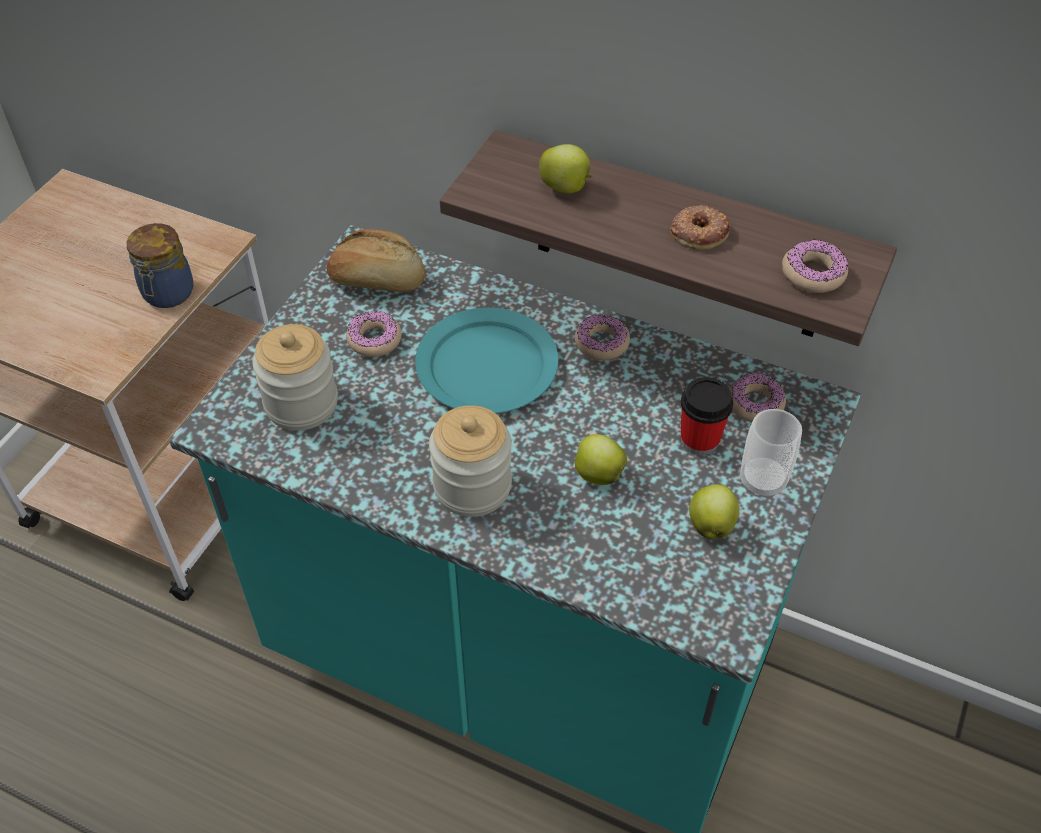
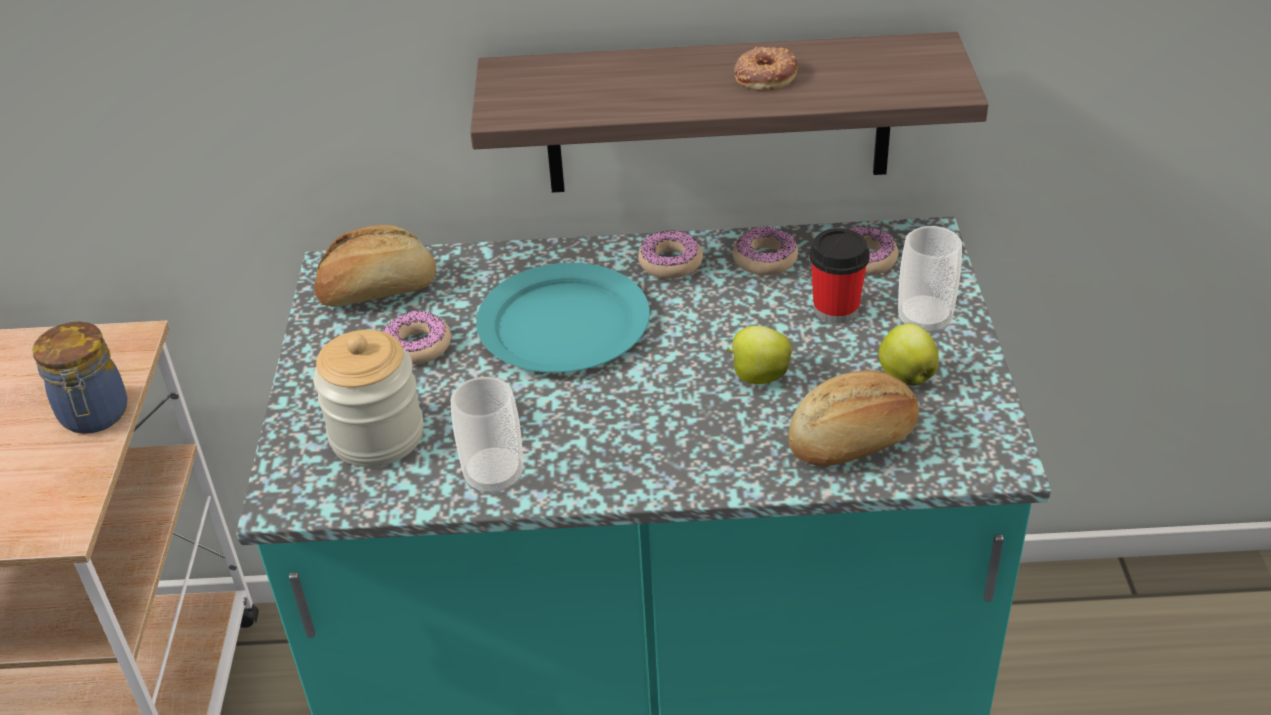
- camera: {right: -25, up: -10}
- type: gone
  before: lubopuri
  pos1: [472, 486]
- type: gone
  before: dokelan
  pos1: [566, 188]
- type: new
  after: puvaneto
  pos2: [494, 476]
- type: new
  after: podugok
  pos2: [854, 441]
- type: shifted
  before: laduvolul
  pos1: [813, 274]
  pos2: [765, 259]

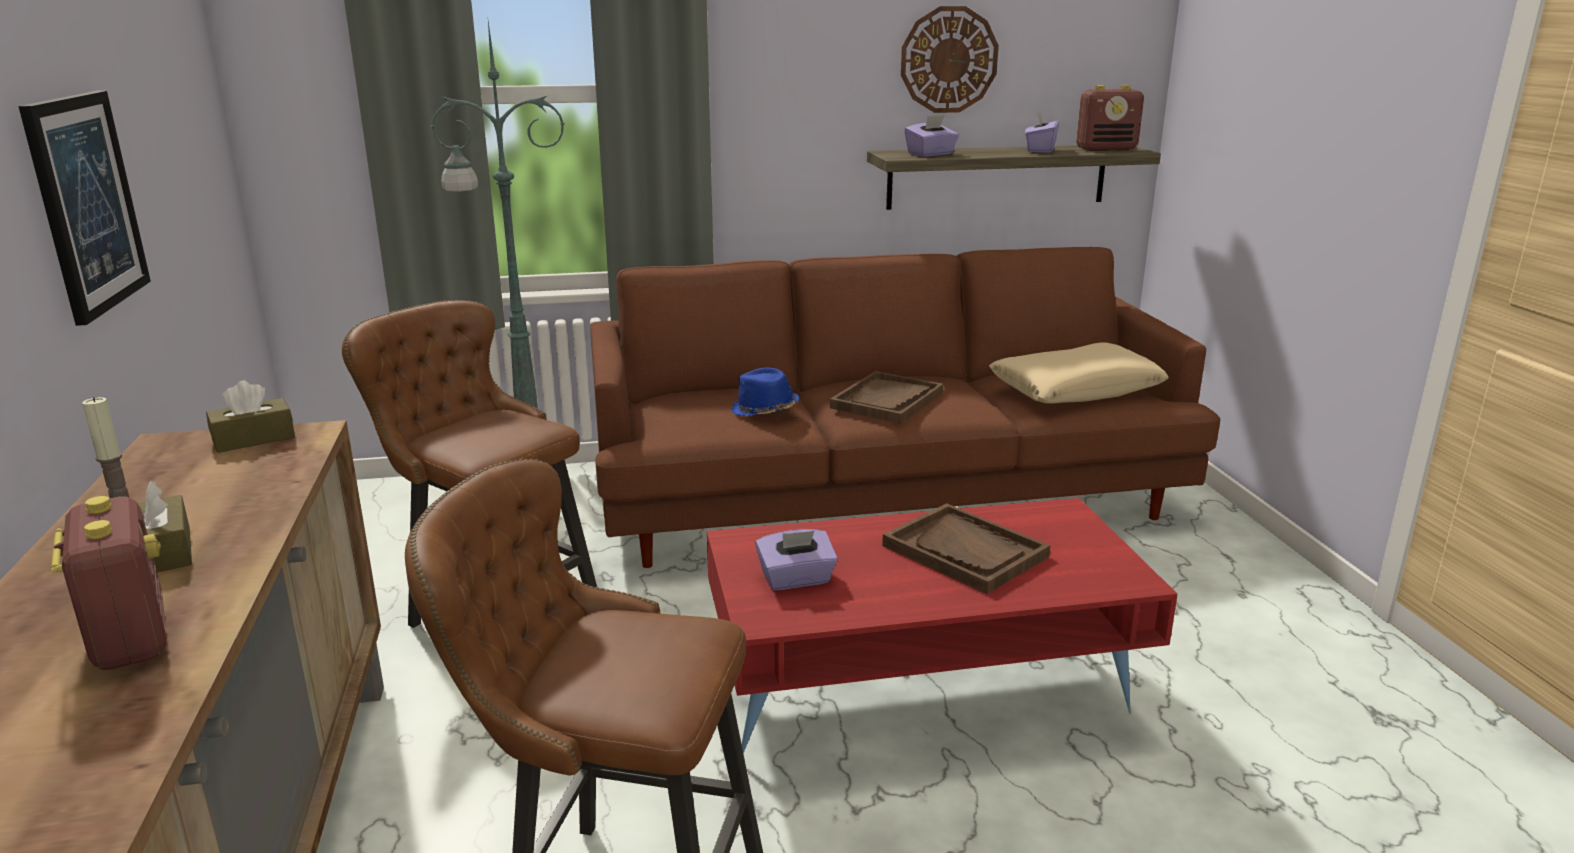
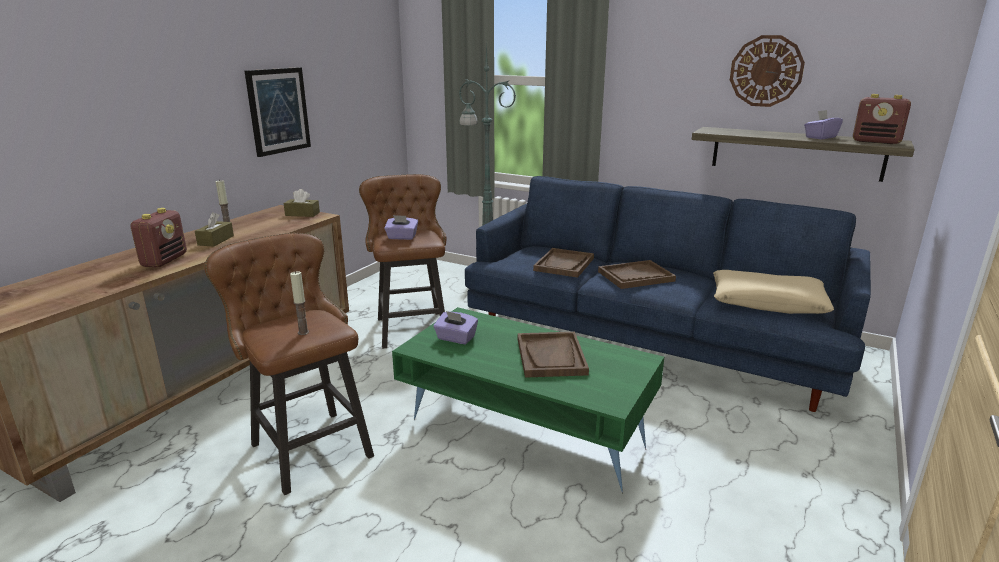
- camera: {right: 40, up: 0}
- type: new
  after: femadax
  pos2: [303, 332]
- type: shifted
  before: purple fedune
  pos1: [931, 154]
  pos2: [402, 237]
- type: swapped
  before: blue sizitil
  after: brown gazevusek
  pos1: [764, 411]
  pos2: [564, 264]
- type: repainted
  before: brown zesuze
  after: blue zesuze
  pos1: [886, 501]
  pos2: [649, 342]
- type: repainted
  before: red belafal
  after: green belafal
  pos1: [921, 698]
  pos2: [526, 433]

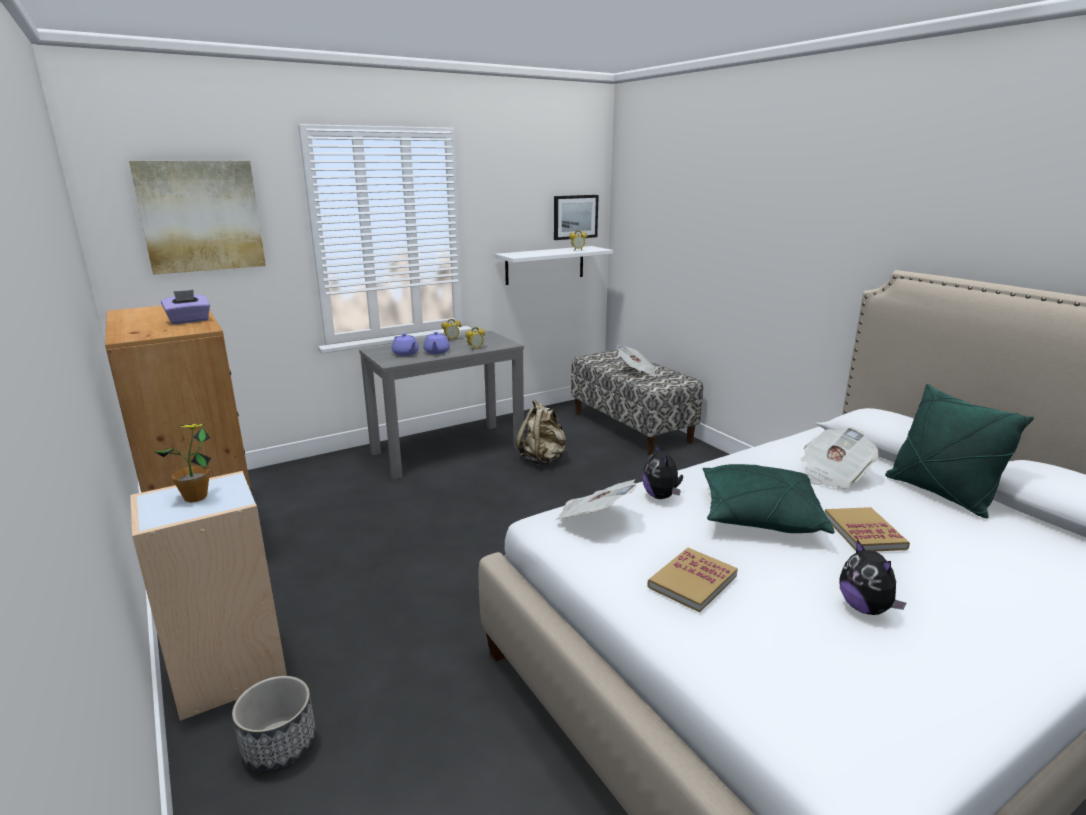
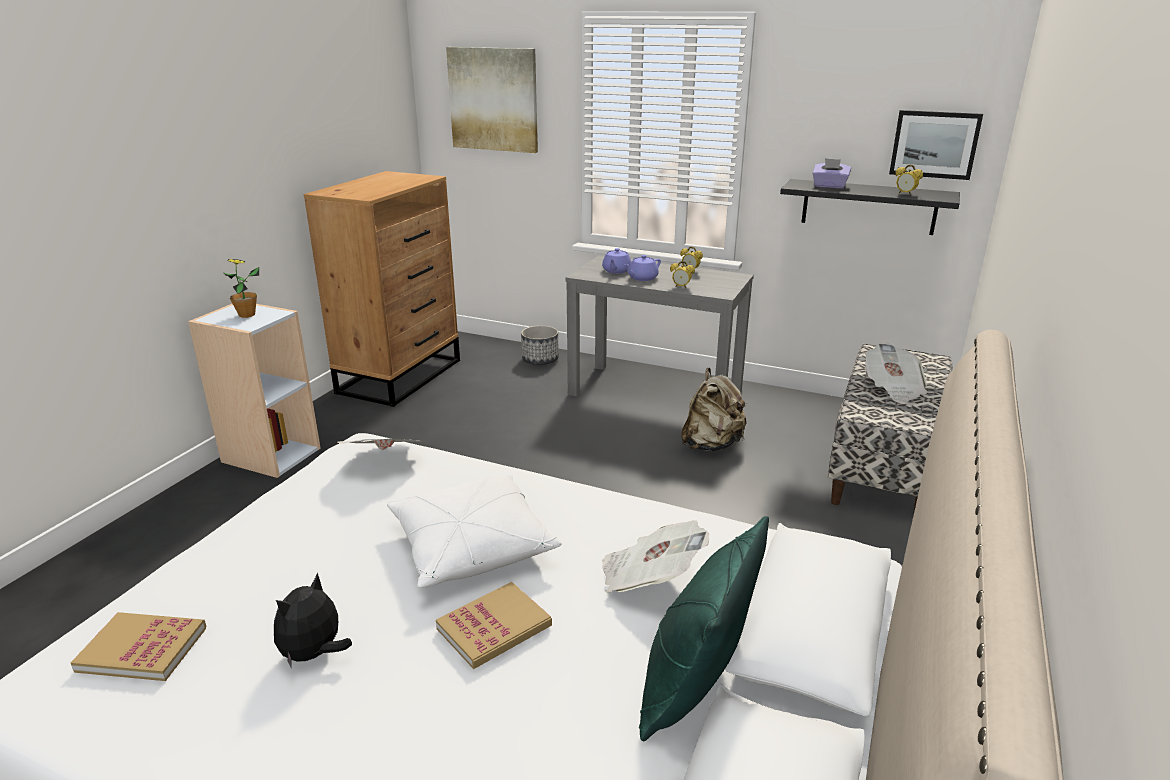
- camera: {right: 55, up: 5}
- type: gone
  before: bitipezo
  pos1: [661, 496]
- type: shifted
  before: purple fedune
  pos1: [189, 321]
  pos2: [829, 186]
- type: shifted
  before: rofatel
  pos1: [279, 746]
  pos2: [540, 359]
- type: shifted
  before: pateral
  pos1: [692, 581]
  pos2: [142, 649]
- type: repainted
  before: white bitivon
  after: black bitivon
  pos1: [545, 265]
  pos2: [868, 207]
- type: repainted
  before: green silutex
  after: white silutex
  pos1: [759, 516]
  pos2: [471, 547]

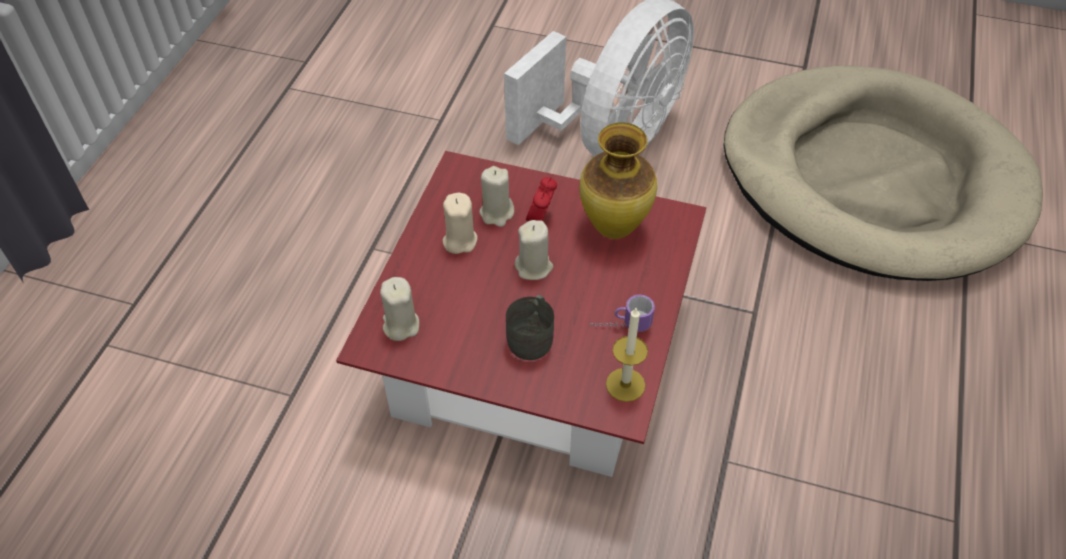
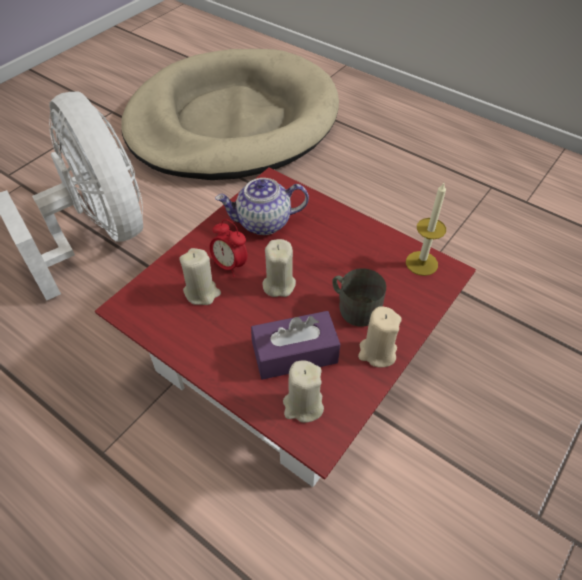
- camera: {right: -70, up: 0}
- type: gone
  before: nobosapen
  pos1: [620, 326]
- type: new
  after: purple fedune
  pos2: [295, 354]
- type: shifted
  before: beige femadax
  pos1: [459, 240]
  pos2: [377, 352]
- type: swapped
  before: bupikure
  after: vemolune
  pos1: [613, 229]
  pos2: [263, 223]

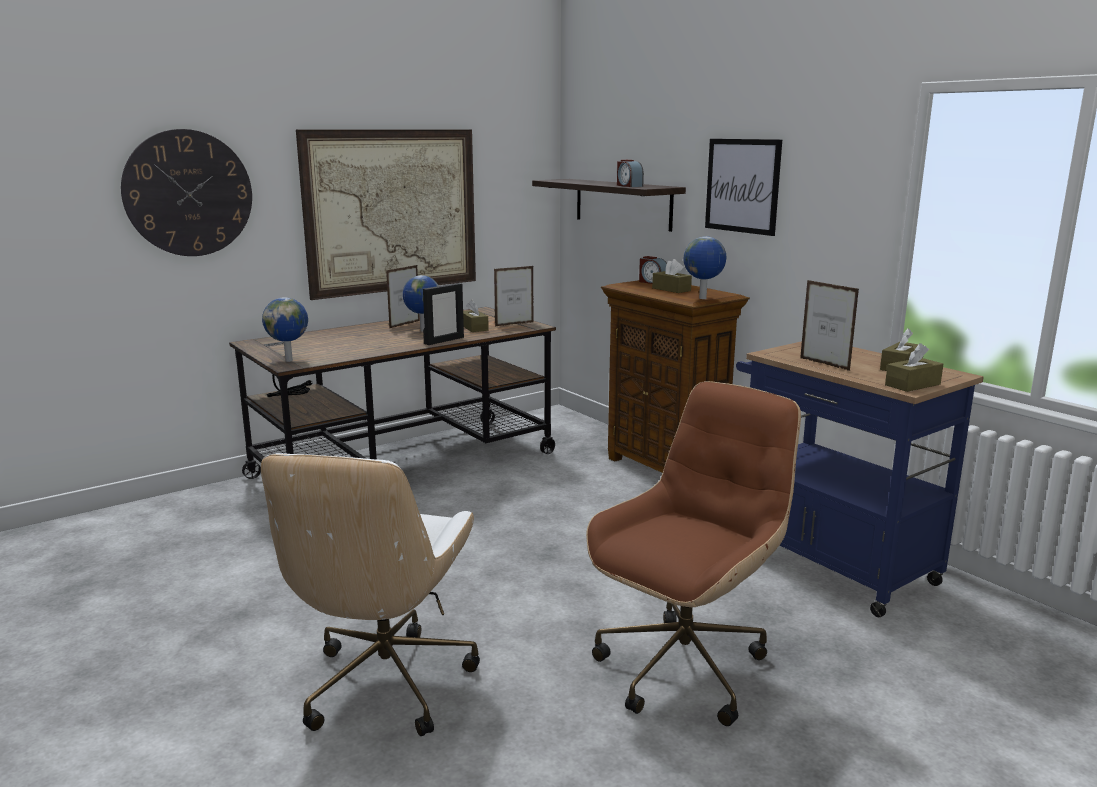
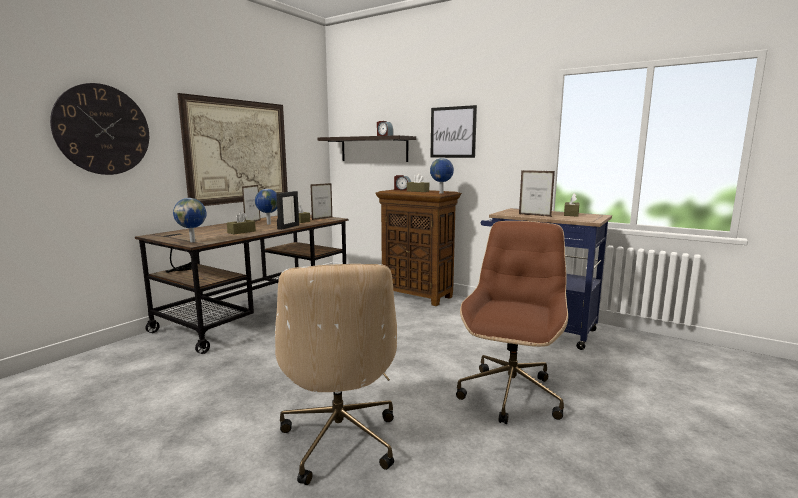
- camera: {right: -20, up: -5}
- type: shifted
  before: brown fedune
  pos1: [912, 385]
  pos2: [241, 232]

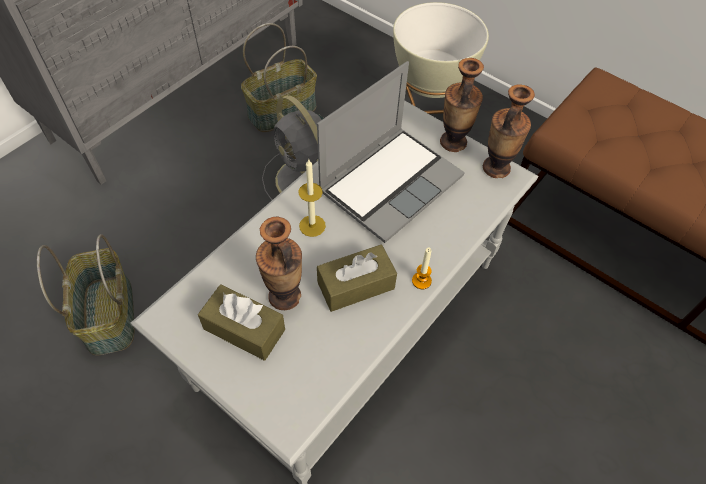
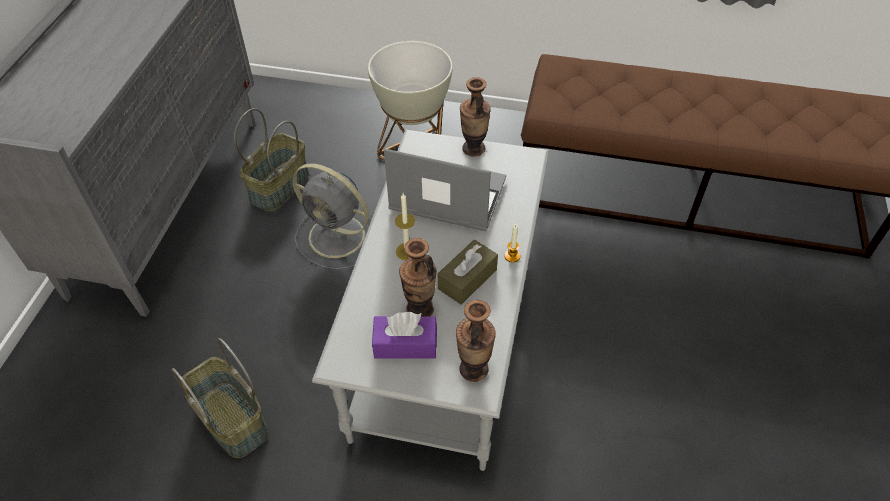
- camera: {right: -25, up: -5}
- type: shifted
  before: bupikure
  pos1: [496, 168]
  pos2: [473, 369]
- type: repainted
  before: brown fedune
  after: purple fedune
  pos1: [244, 329]
  pos2: [405, 344]
- type: rotated
  before: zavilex
  pos1: [390, 182]
  pos2: [446, 196]
  turn: -90

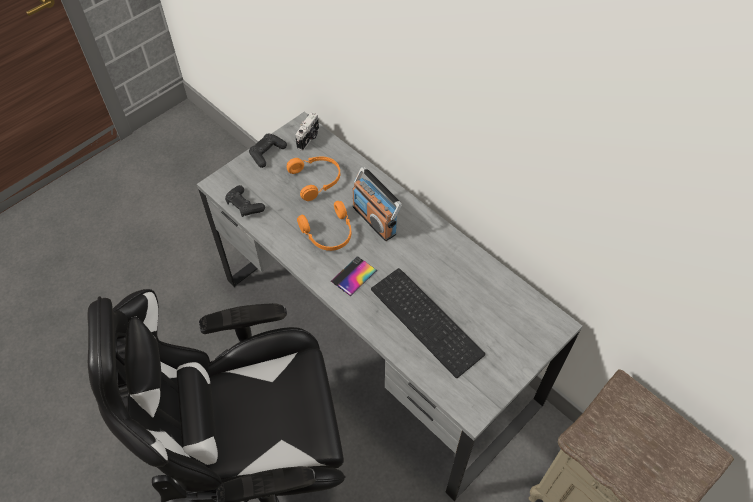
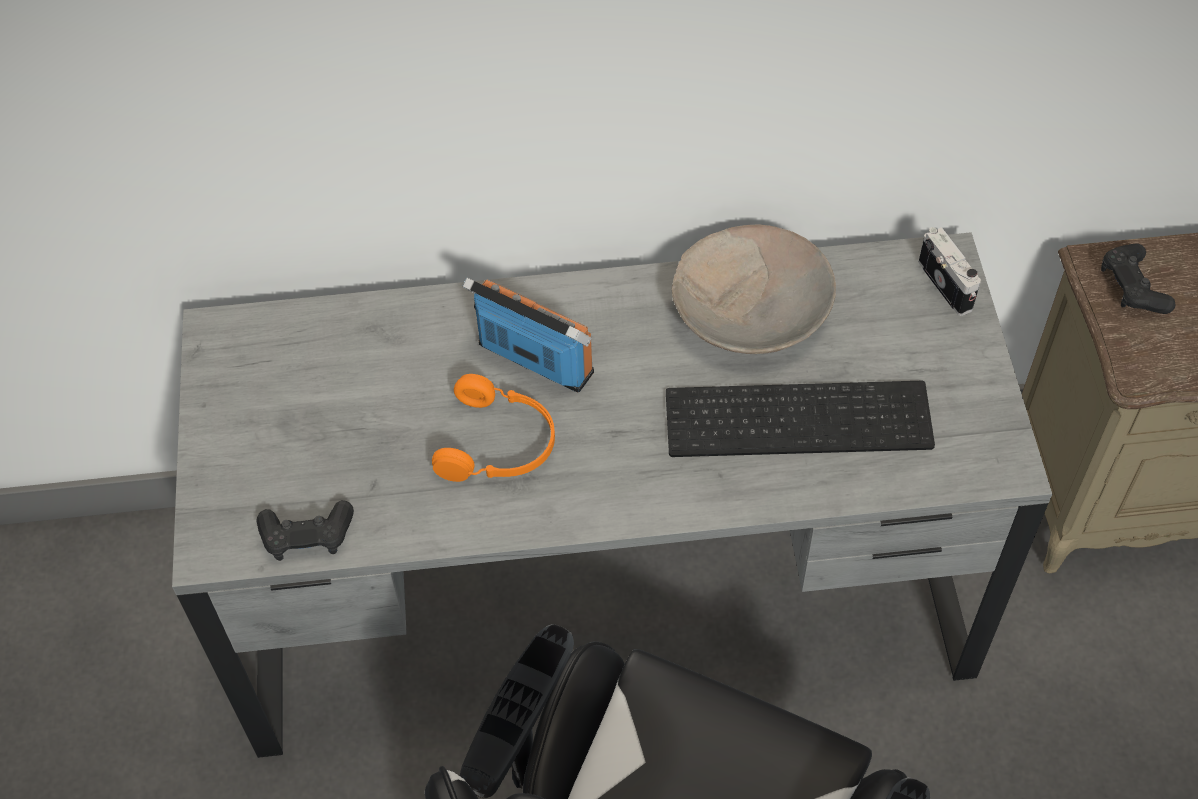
- camera: {right: -50, up: 0}
- type: gone
  before: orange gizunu
  pos1: [317, 180]
- type: gone
  before: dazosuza
  pos1: [354, 276]
- type: new
  after: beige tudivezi
  pos2: [752, 312]
- type: shifted
  before: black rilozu
  pos1: [267, 153]
  pos2: [1132, 287]
- type: shifted
  before: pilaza
  pos1: [309, 138]
  pos2: [947, 284]
- type: rotated
  before: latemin
  pos1: [375, 220]
  pos2: [534, 360]
  turn: -150

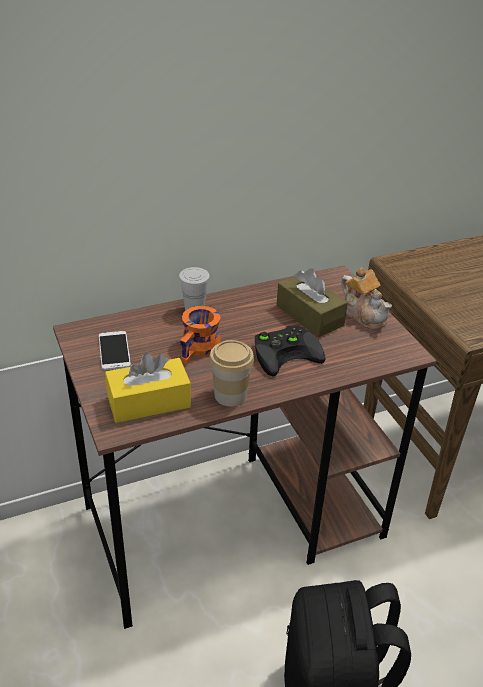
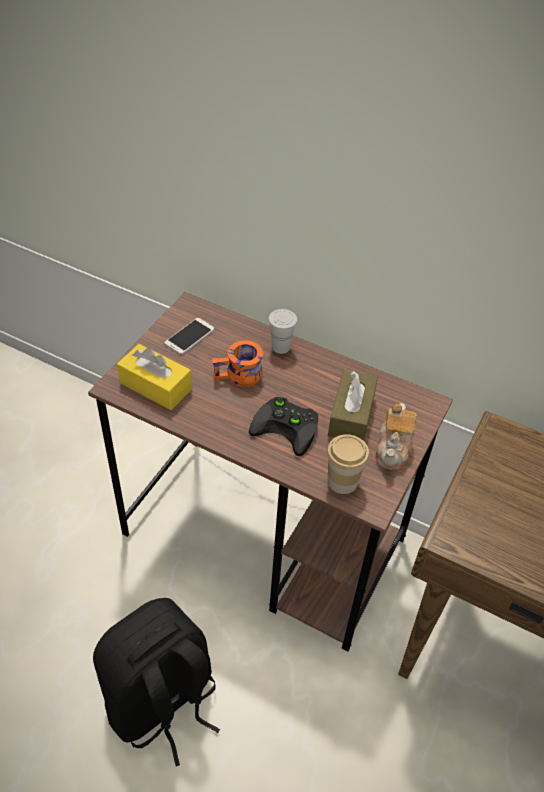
- camera: {right: 50, up: 10}
- type: shifted
  before: puvaneto
  pos1: [230, 395]
  pos2: [342, 481]

